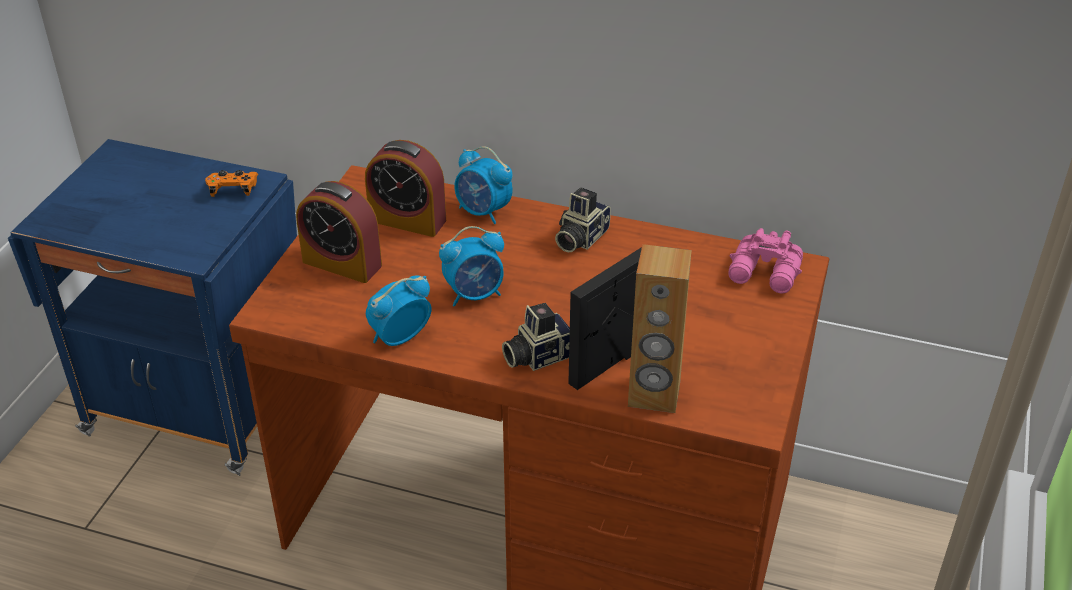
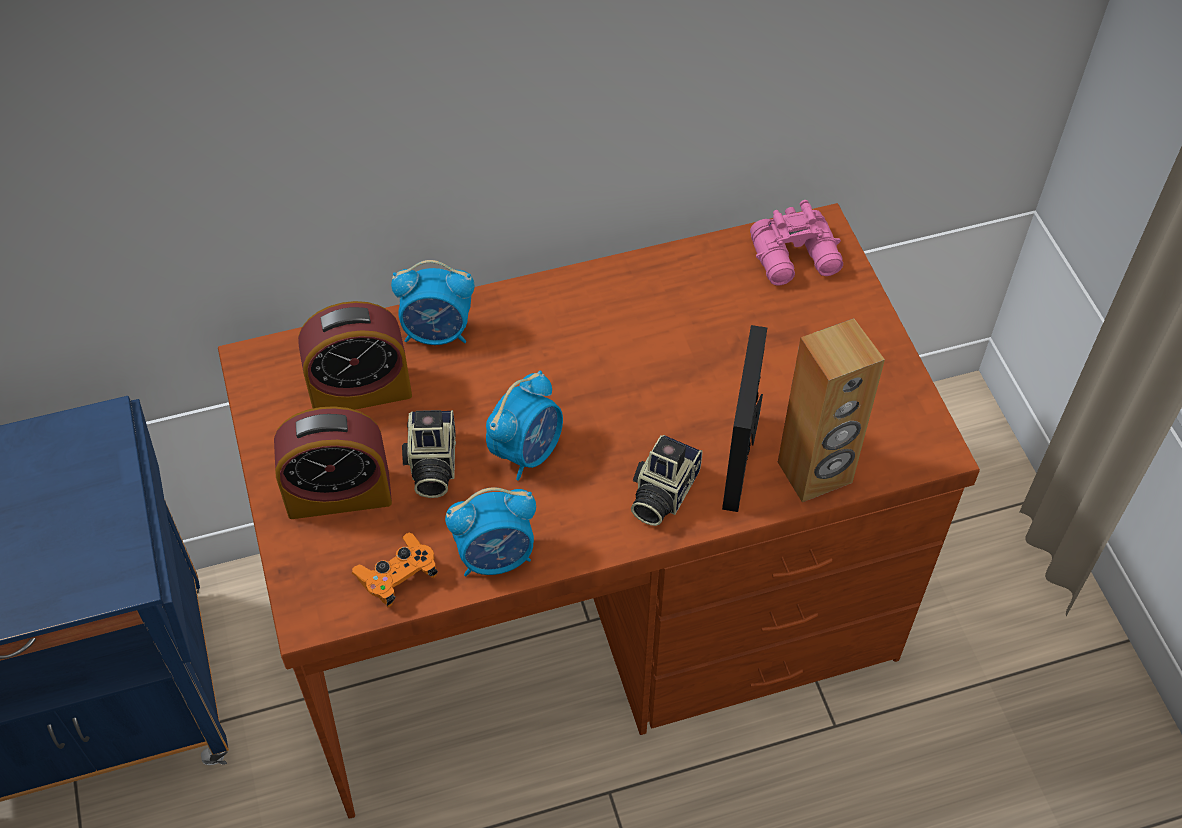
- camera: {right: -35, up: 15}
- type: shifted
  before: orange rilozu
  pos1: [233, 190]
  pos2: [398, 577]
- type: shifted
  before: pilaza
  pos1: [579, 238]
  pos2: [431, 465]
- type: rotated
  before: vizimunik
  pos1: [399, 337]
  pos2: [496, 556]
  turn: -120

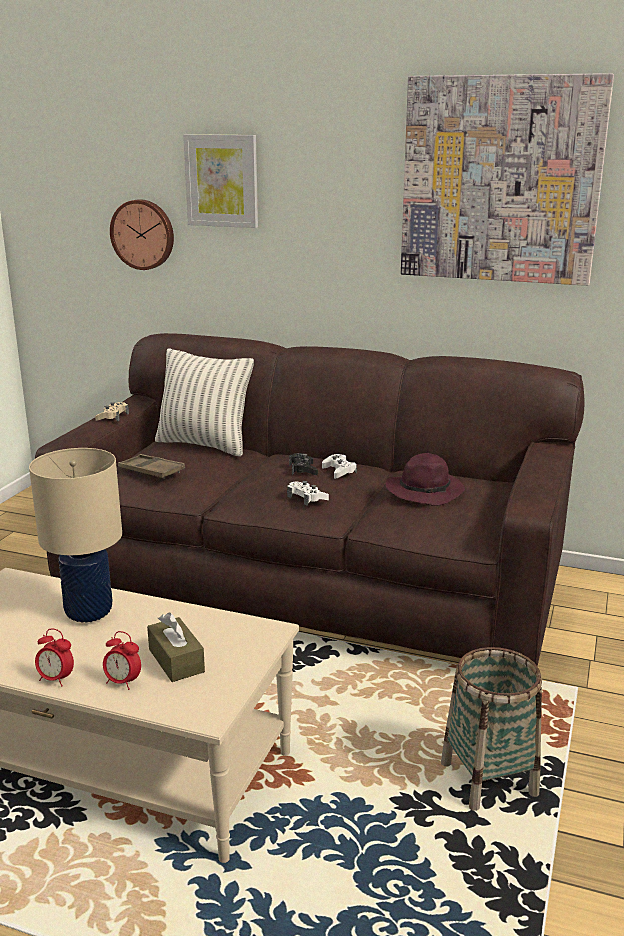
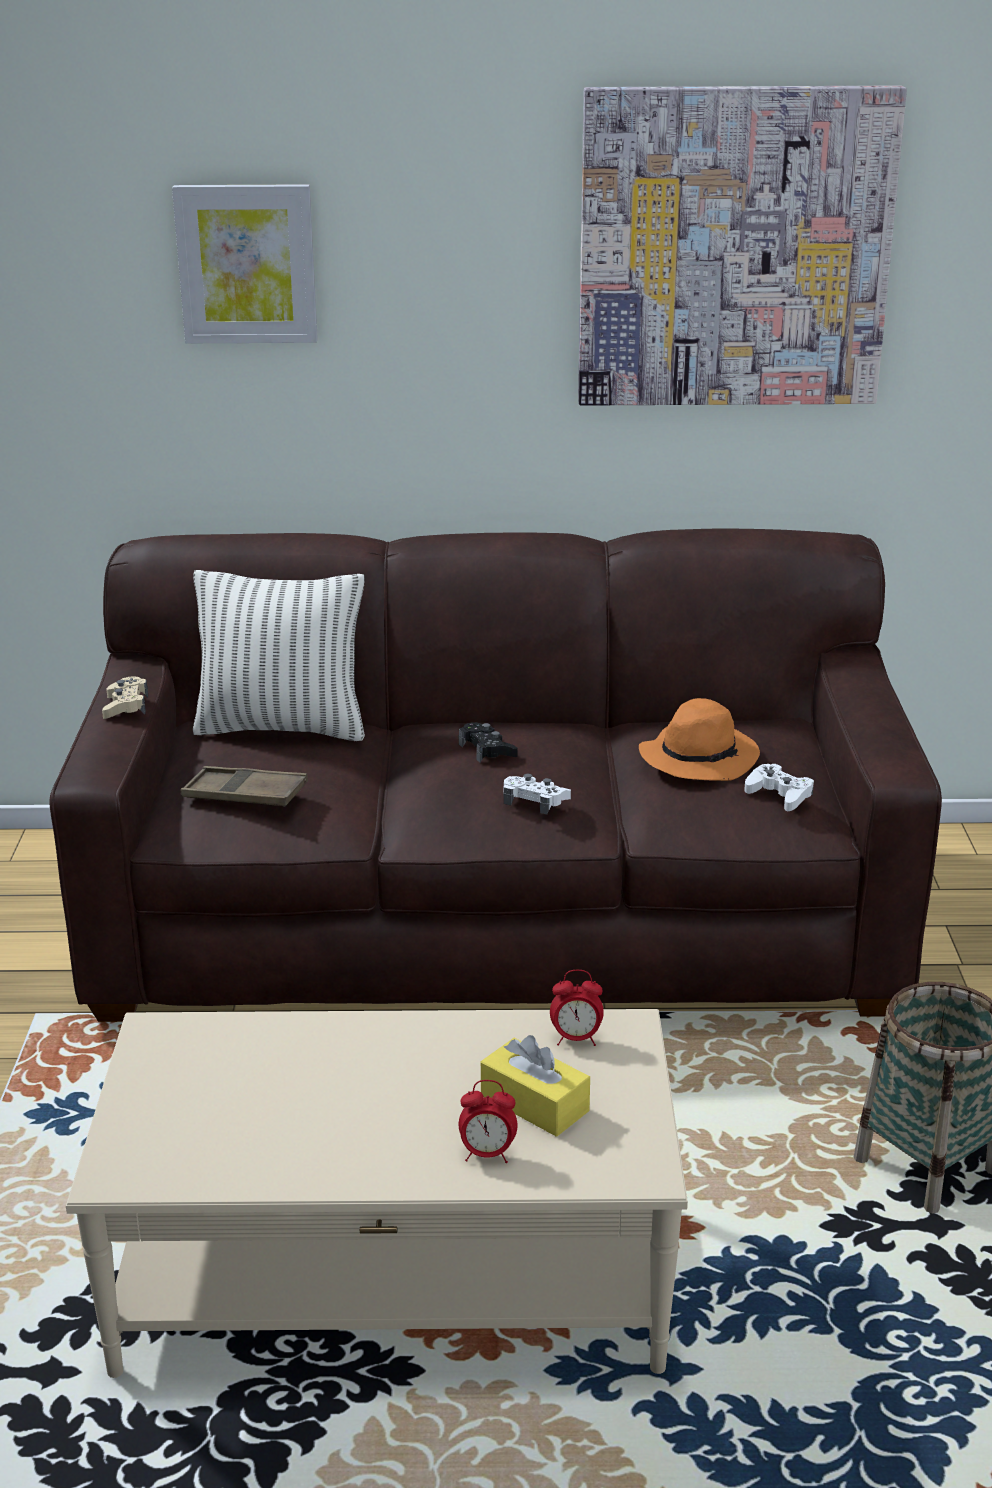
- camera: {right: -20, up: 5}
- type: gone
  before: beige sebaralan
  pos1: [89, 614]
- type: gone
  before: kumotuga
  pos1: [143, 234]
- type: shifted
  before: vizimunik
  pos1: [56, 679]
  pos2: [576, 1039]
- type: shifted
  before: white rilozu
  pos1: [339, 471]
  pos2: [779, 795]
- type: repainted
  before: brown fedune
  after: yellow fedune
  pos1: [176, 660]
  pos2: [534, 1103]
- type: repainted
  before: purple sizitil
  after: orange sizitil
  pos1: [426, 491]
  pos2: [699, 758]

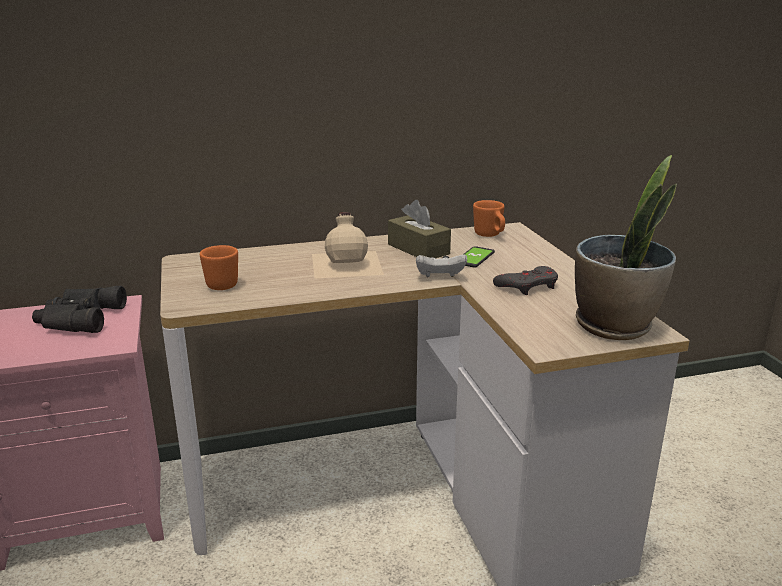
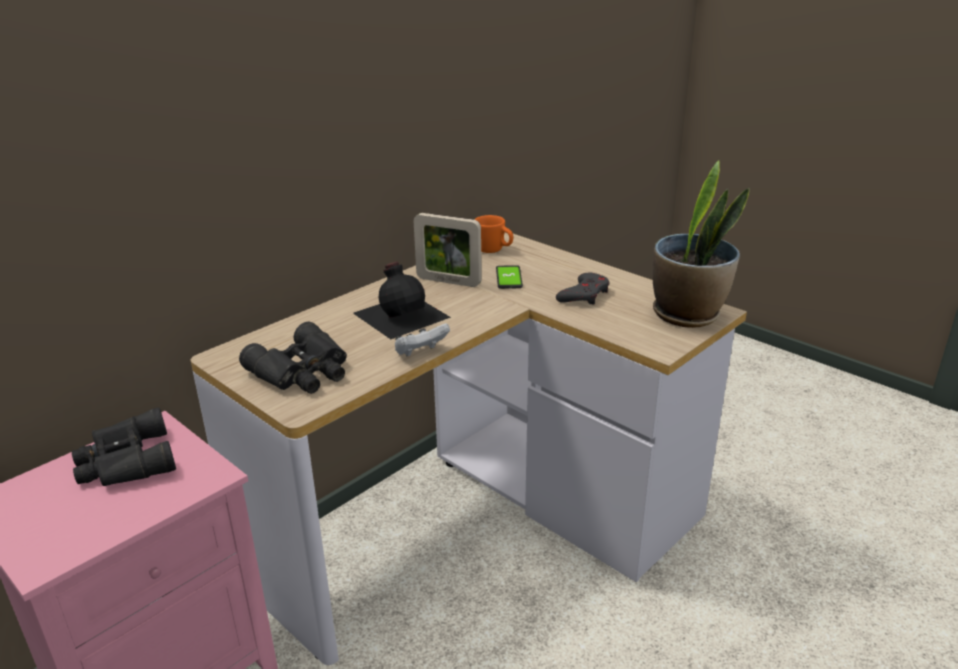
- camera: {right: -30, up: 5}
- type: shifted
  before: white rilozu
  pos1: [440, 277]
  pos2: [420, 353]
- type: swapped
  before: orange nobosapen
  after: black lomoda
  pos1: [222, 283]
  pos2: [303, 372]
- type: swapped
  before: brown fedune
  after: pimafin
  pos1: [418, 249]
  pos2: [448, 281]
- type: repainted
  before: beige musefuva
  after: black musefuva
  pos1: [347, 263]
  pos2: [401, 314]

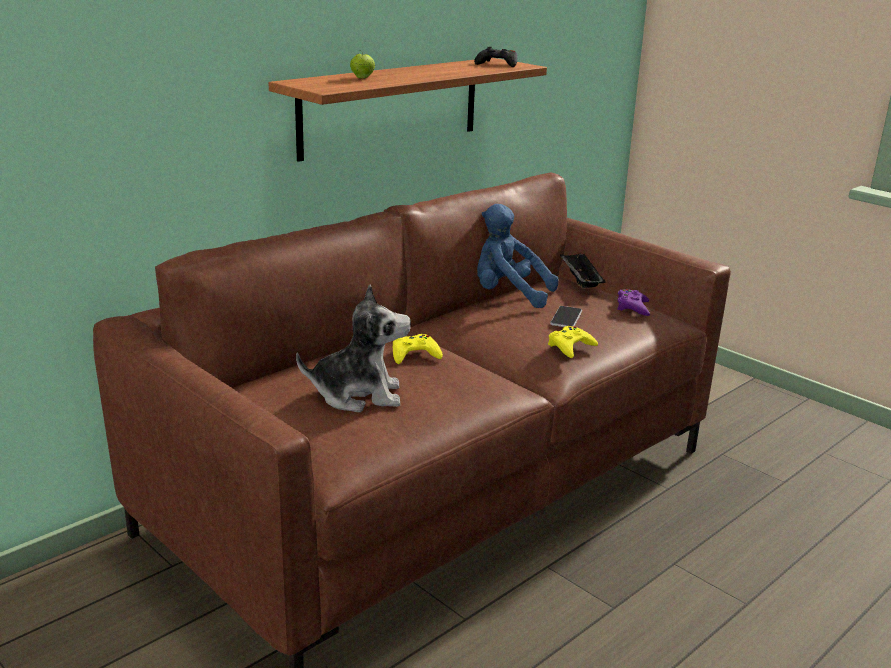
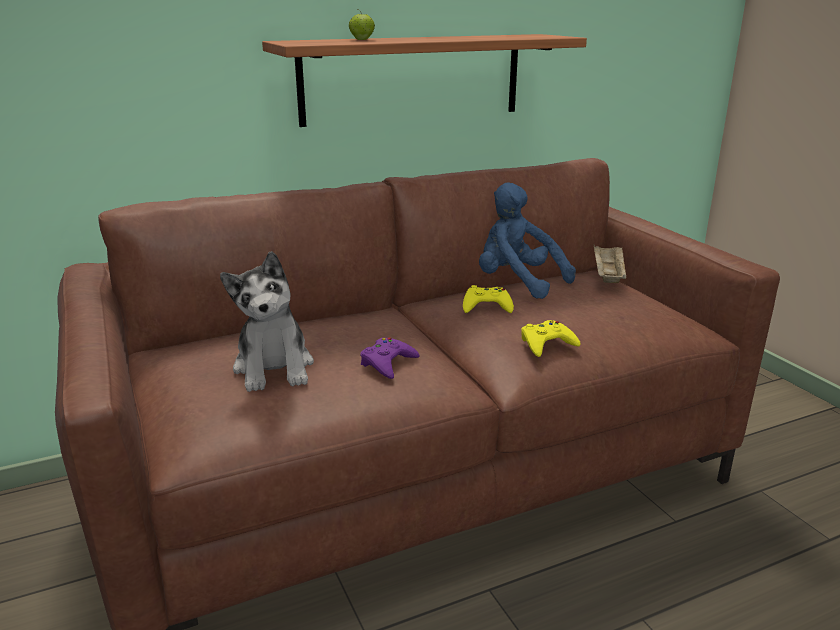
- camera: {right: 20, up: 0}
- type: gone
  before: black rilozu
  pos1: [497, 64]
- type: gone
  before: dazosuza
  pos1: [566, 318]
- type: shifted
  before: yellow rilozu
  pos1: [414, 354]
  pos2: [486, 306]
- type: shifted
  before: purple rilozu
  pos1: [633, 307]
  pos2: [388, 363]
- type: repainted
  before: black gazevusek
  after: beige gazevusek
  pos1: [580, 281]
  pos2: [607, 276]
- type: rotated
  before: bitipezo
  pos1: [358, 395]
  pos2: [274, 368]
  turn: 60

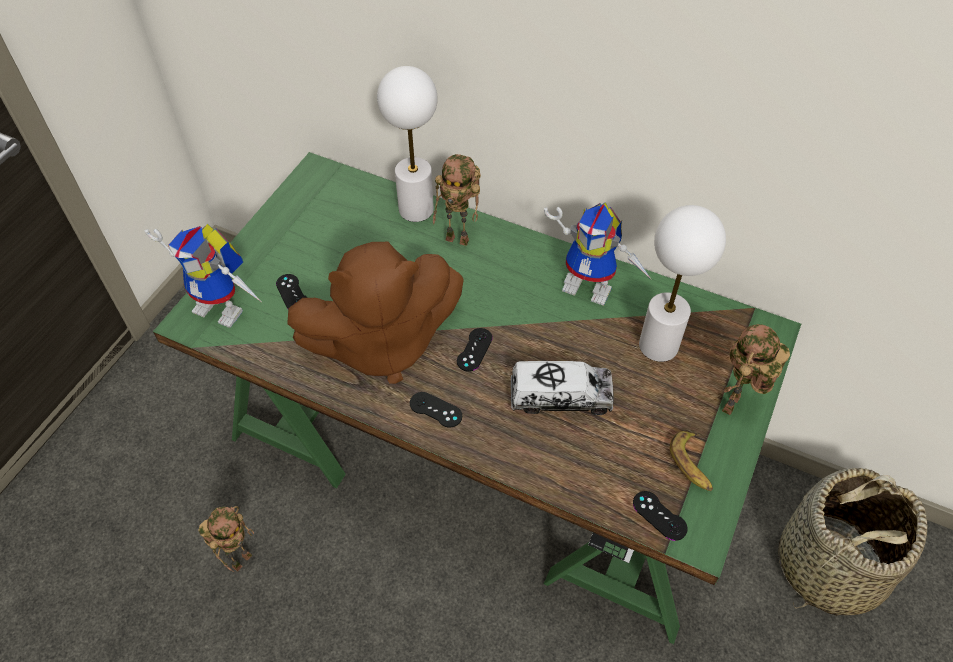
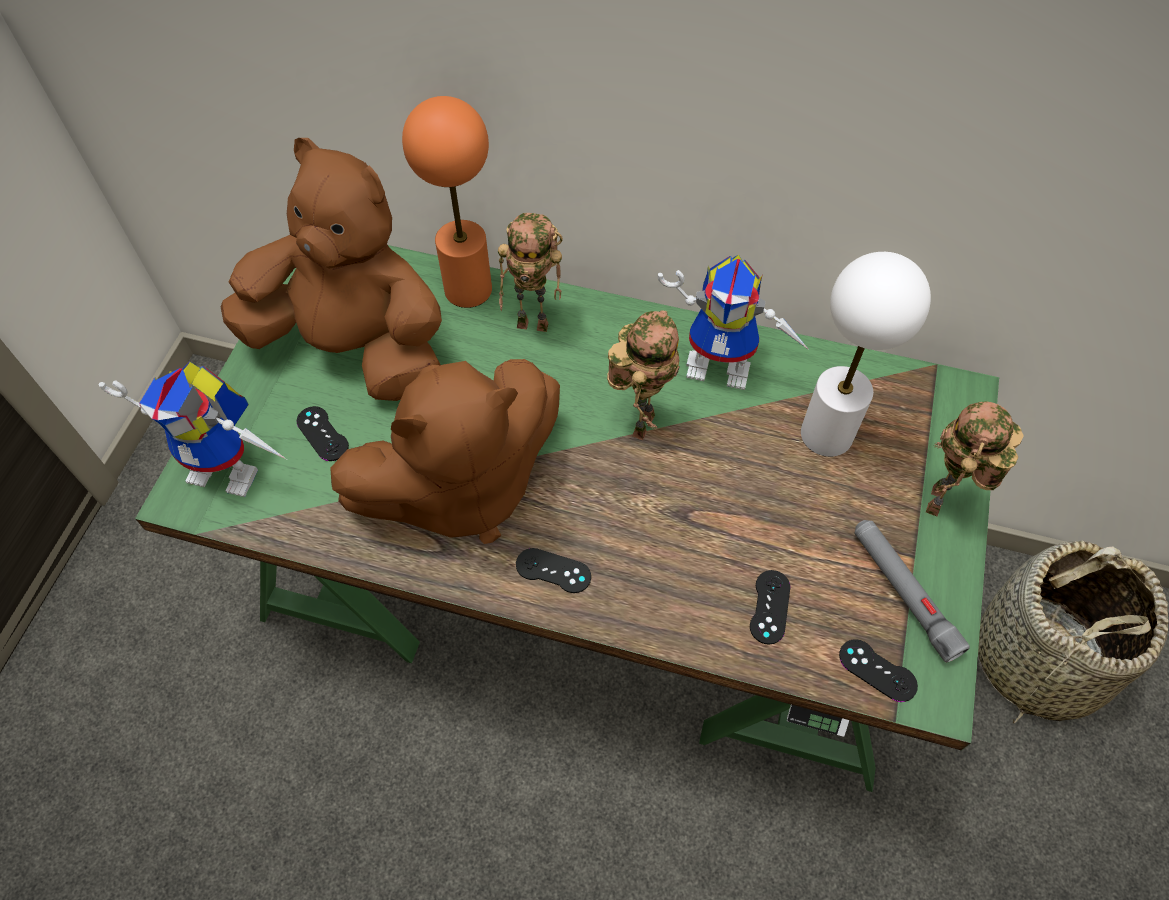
- camera: {right: -10, up: 5}
- type: gone
  before: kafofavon
  pos1: [560, 397]
- type: new
  after: brown bitipezo
  pos2: [355, 347]
- type: shifted
  before: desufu
  pos1: [241, 558]
  pos2: [640, 422]
- type: shifted
  before: black rilozu
  pos1: [474, 350]
  pos2: [770, 607]
- type: swapped
  before: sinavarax
  after: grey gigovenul
  pos1: [692, 464]
  pos2: [903, 592]
- type: repainted
  before: white sebaralan
  after: orange sebaralan
  pos1: [416, 209]
  pos2: [468, 290]

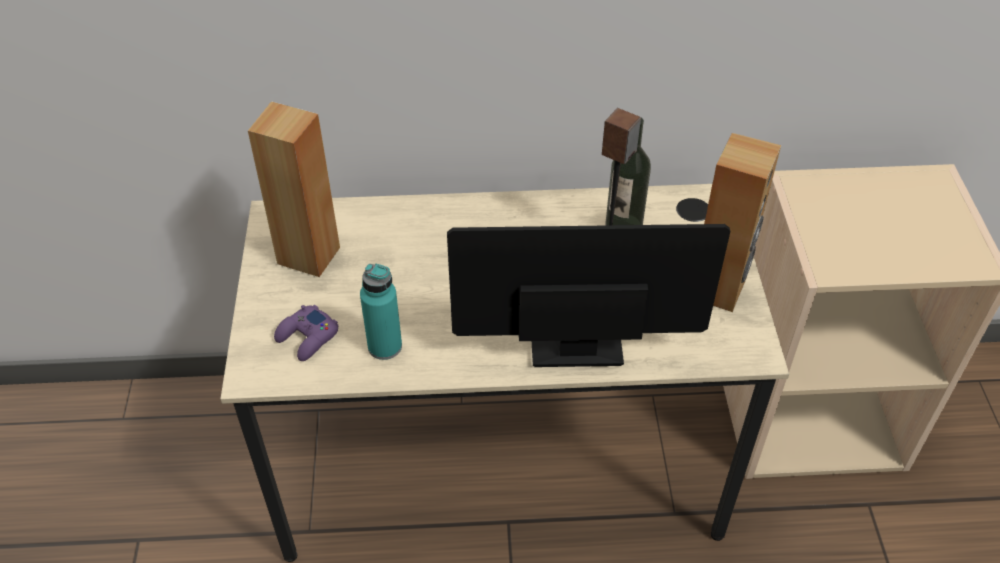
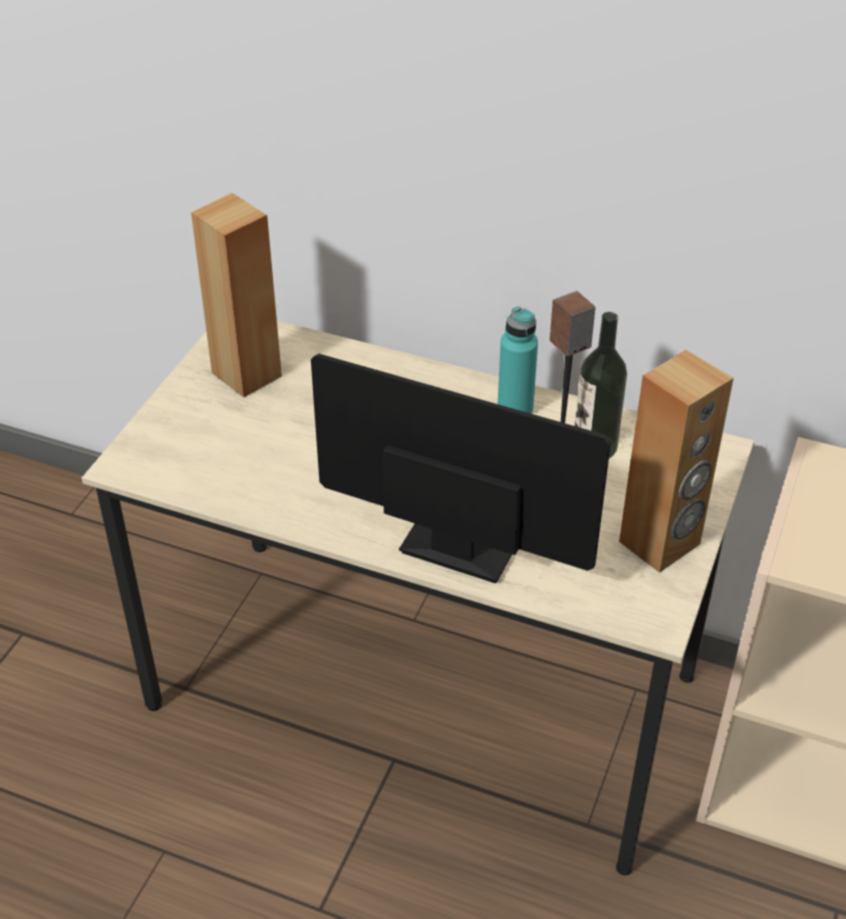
- camera: {right: 25, up: -5}
- type: gone
  before: purple rilozu
  pos1: [307, 337]
- type: shifted
  before: turquoise musefuva
  pos1: [385, 346]
  pos2: [515, 408]

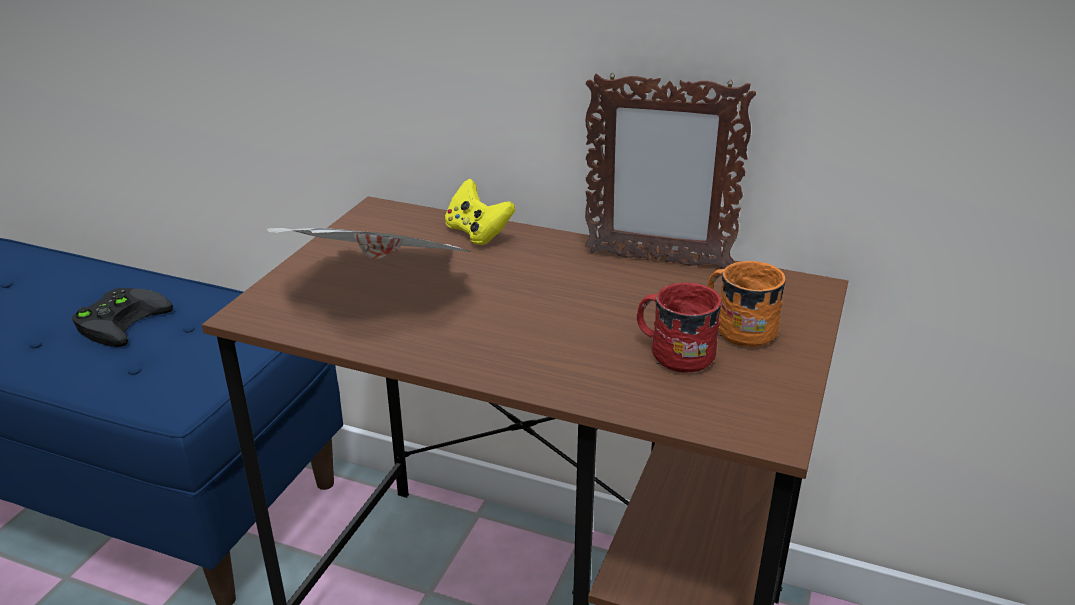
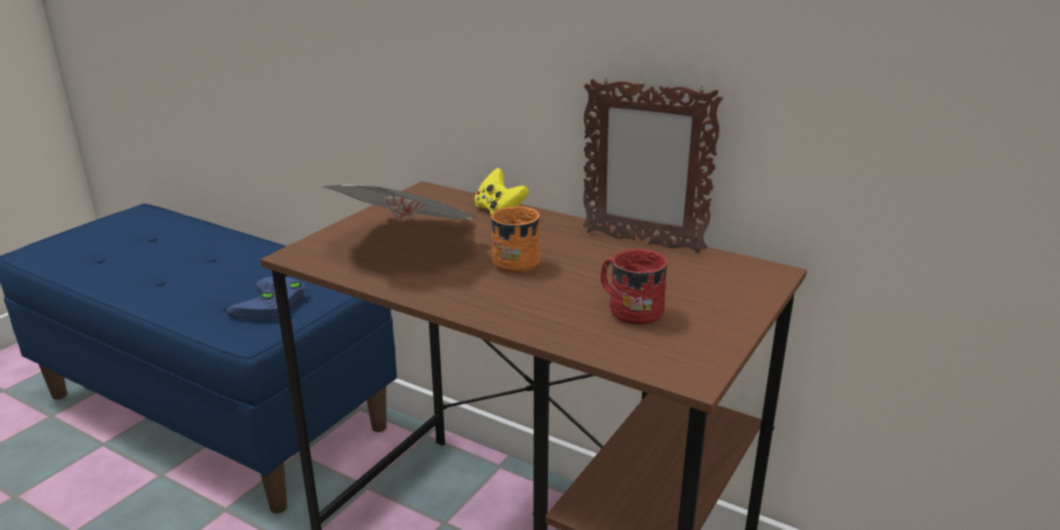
- camera: {right: 10, up: -5}
- type: gone
  before: black rilozu
  pos1: [121, 320]
- type: new
  after: blue rilozu
  pos2: [271, 306]
- type: shifted
  before: orange nobosapen
  pos1: [738, 328]
  pos2: [512, 260]

